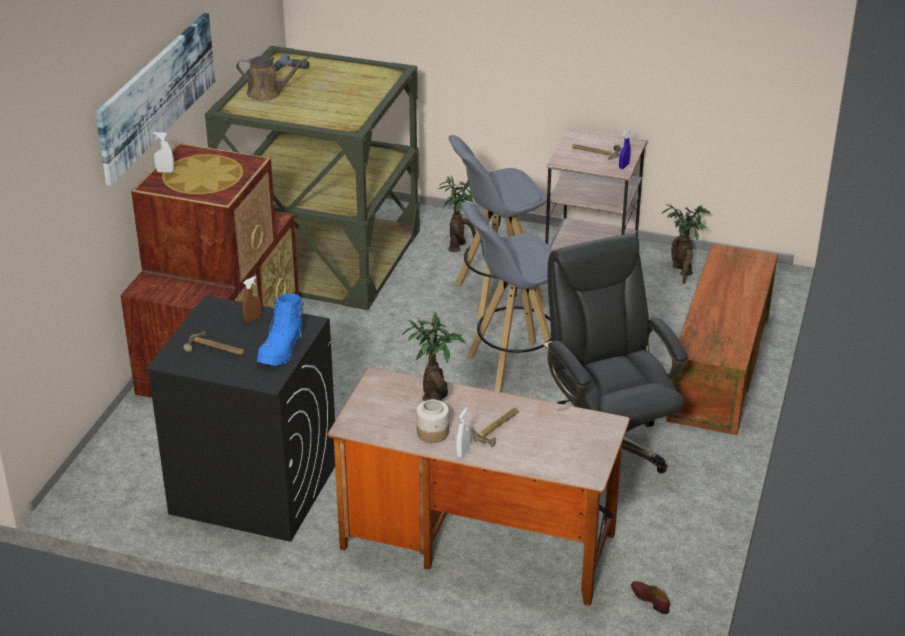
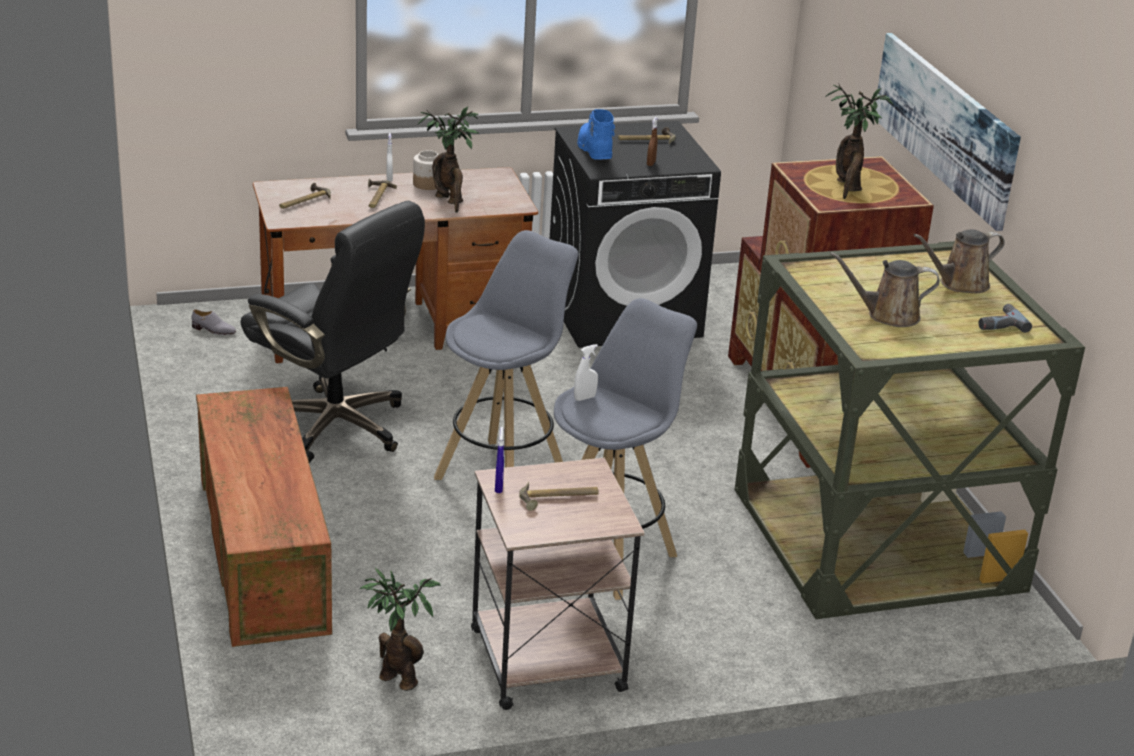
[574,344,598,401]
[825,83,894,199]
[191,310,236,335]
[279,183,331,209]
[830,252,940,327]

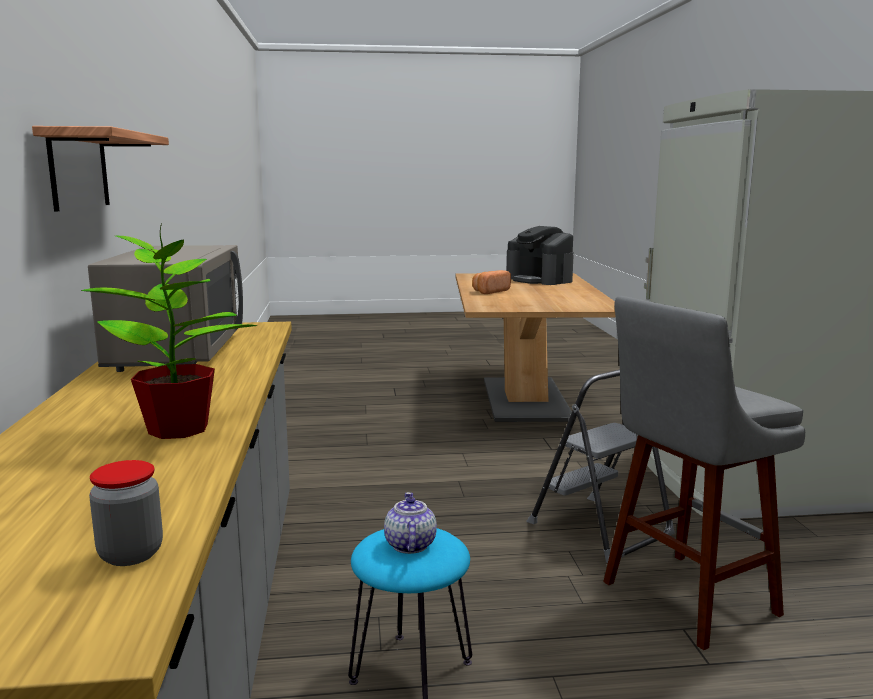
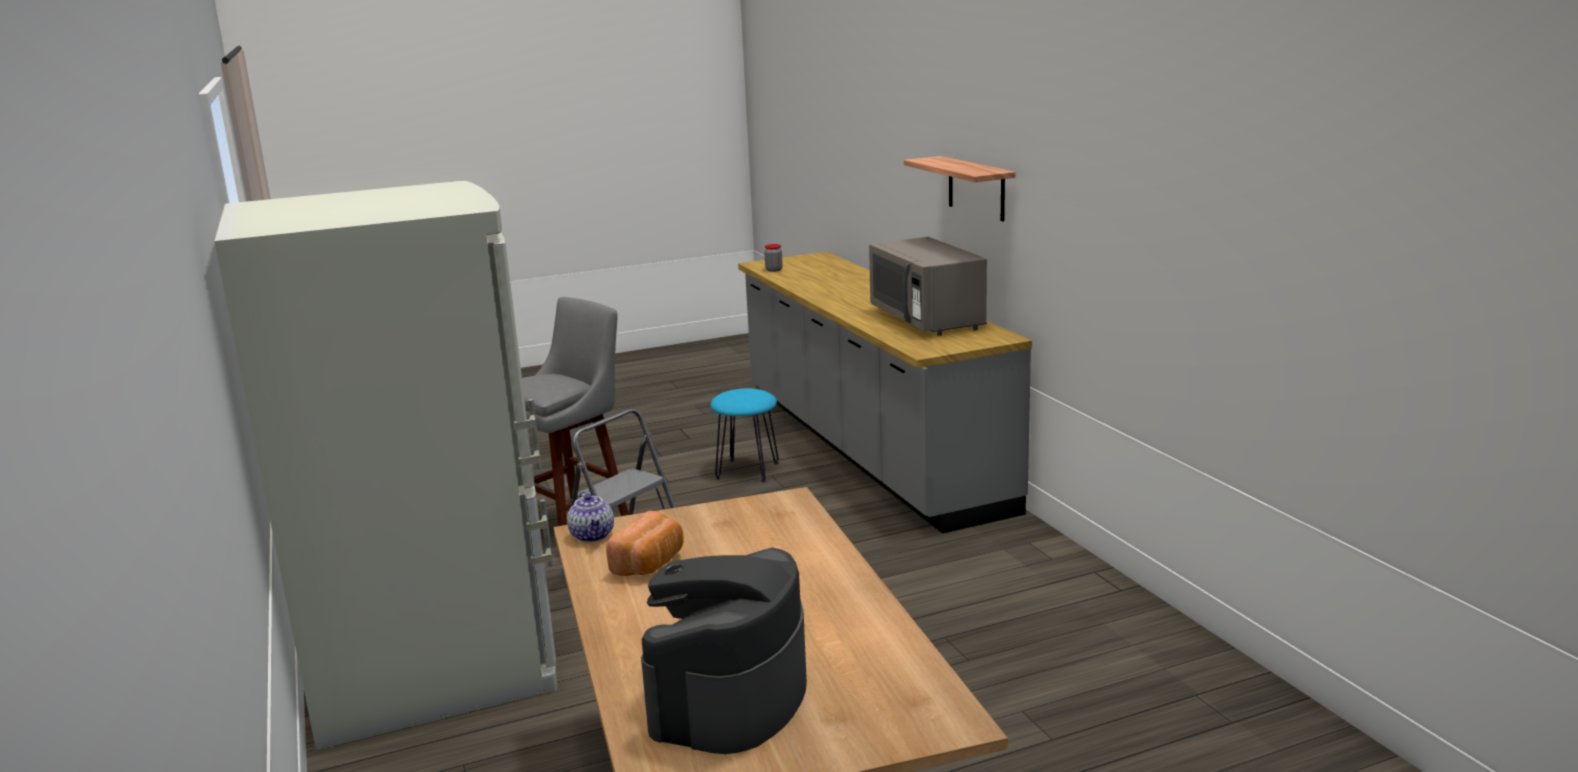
[81,224,257,439] (first image)
[567,491,614,542]
[606,511,684,576]
[641,548,807,754]

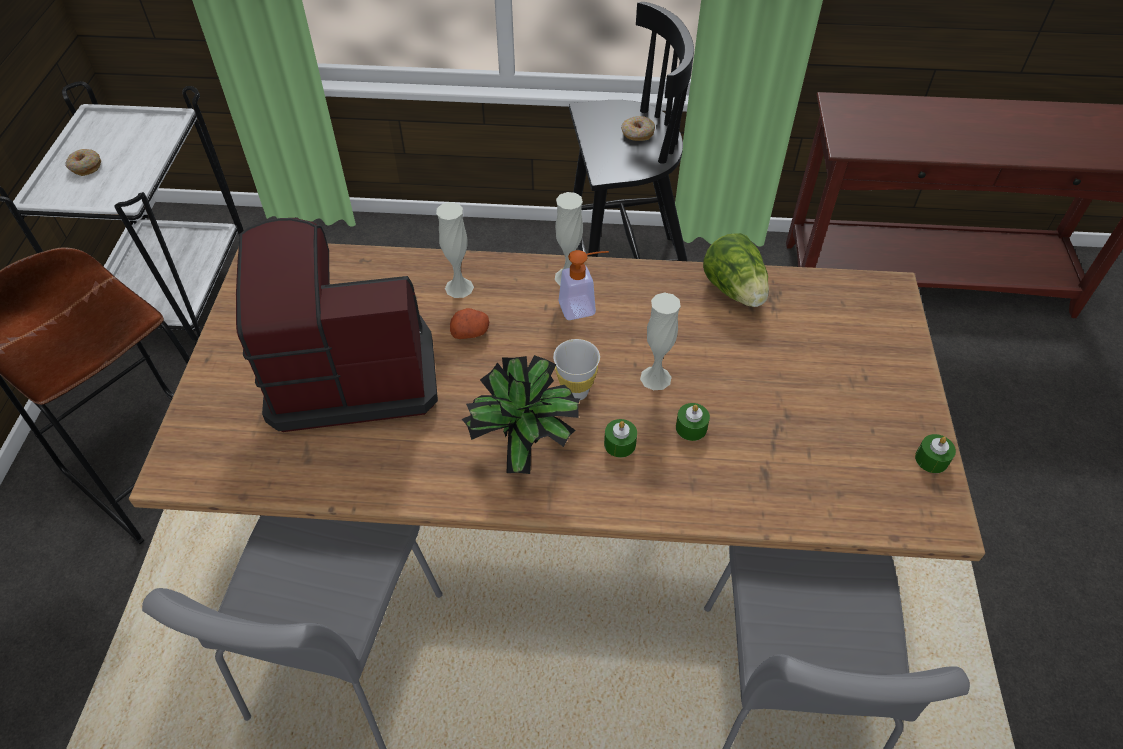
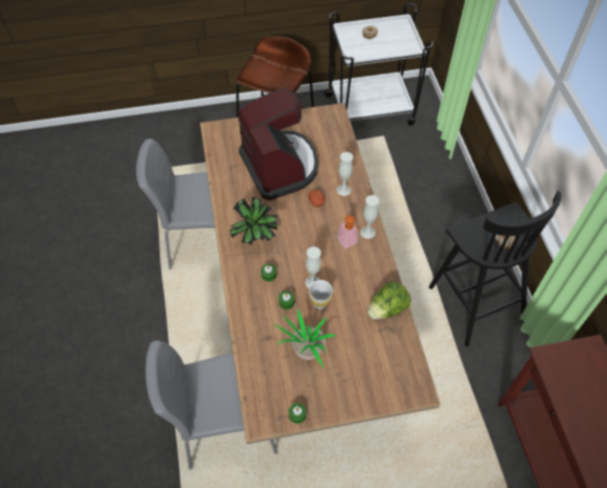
[309,280,333,309]
[274,309,337,368]

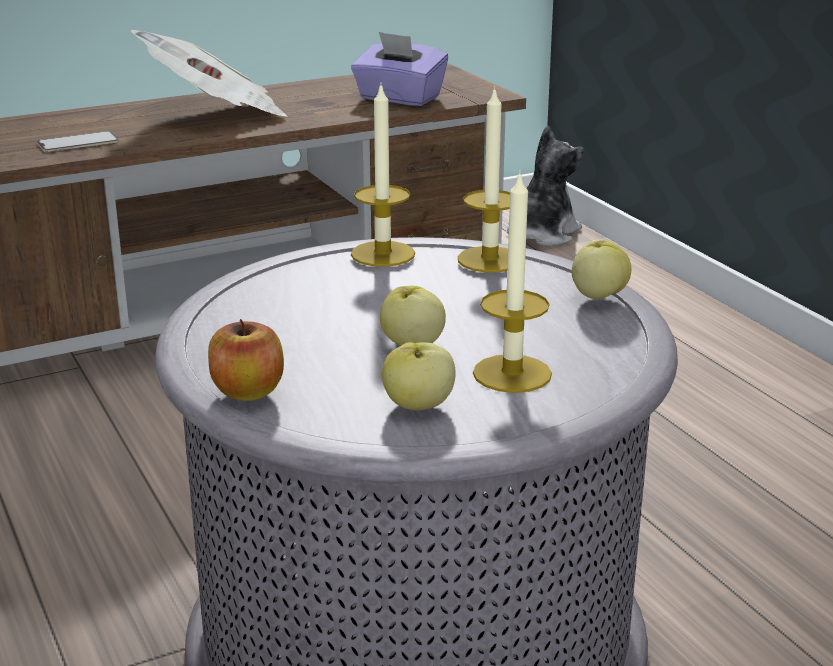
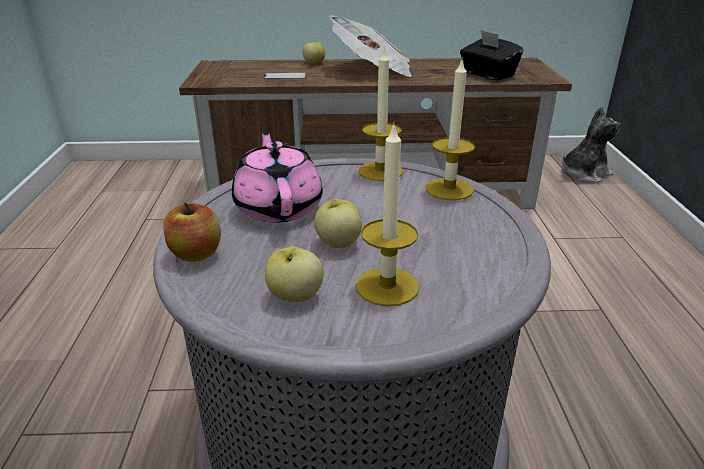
[460,30,523,80]
[303,42,325,64]
[232,131,323,223]

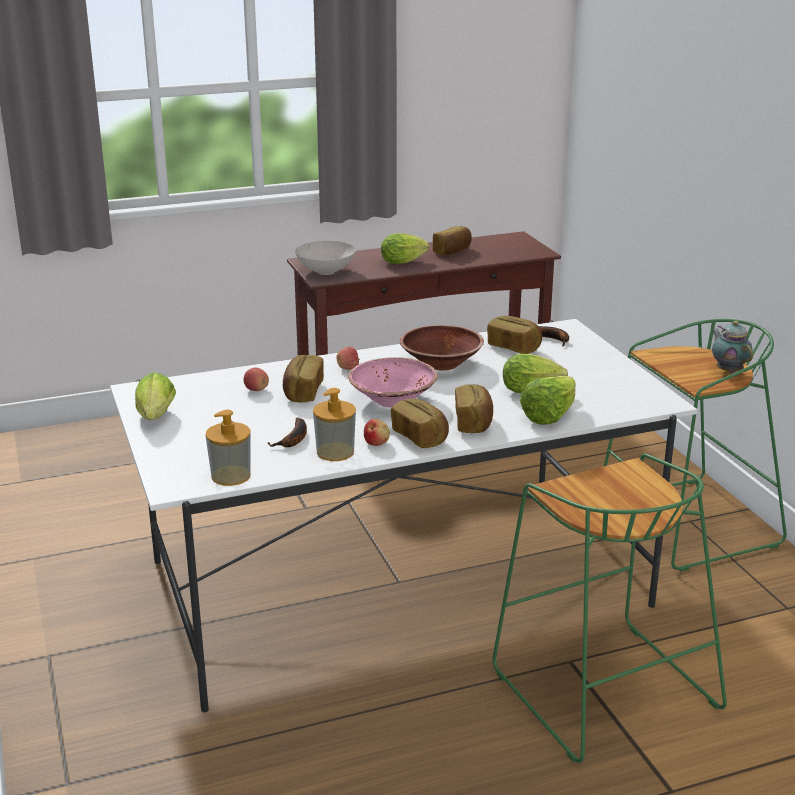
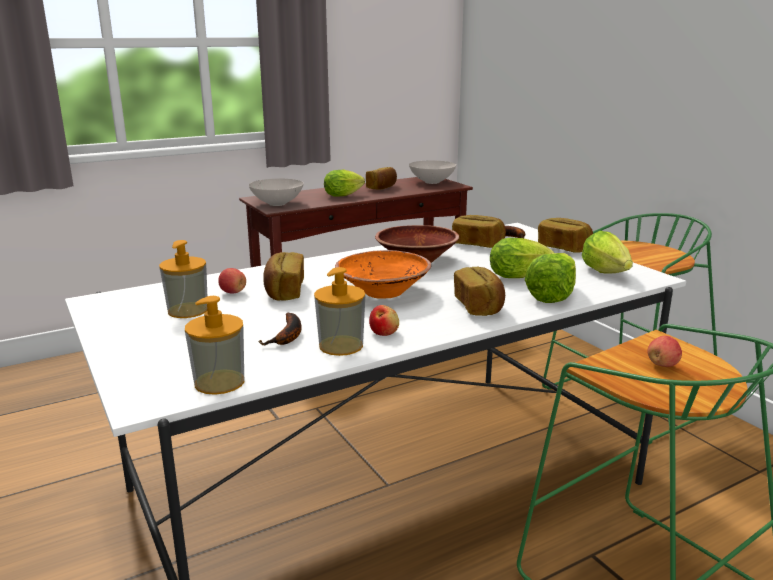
[582,231,633,274]
[647,336,682,367]
[335,250,431,299]
[538,218,593,253]
[712,321,753,374] (first image)
[159,240,207,318]
[409,160,456,184]

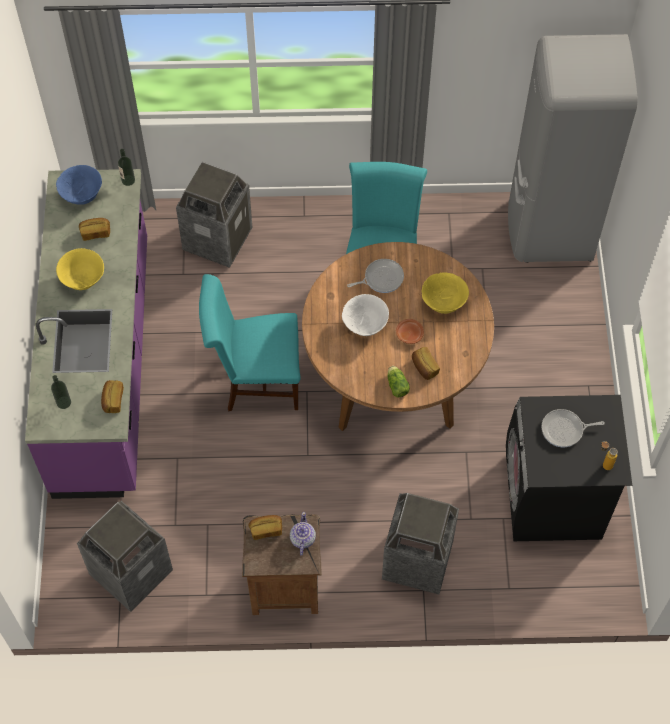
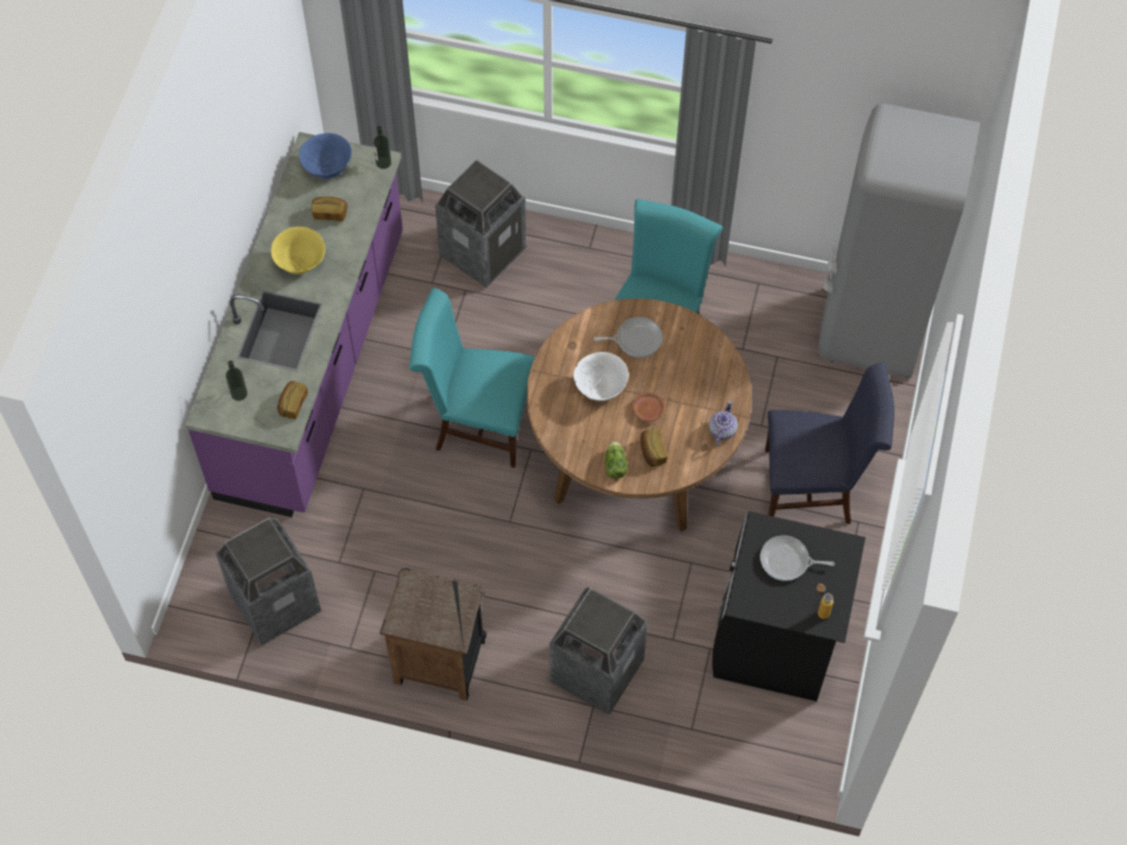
[248,515,282,540] (first image)
[709,401,738,445]
[422,272,469,314] (first image)
[765,362,894,524]

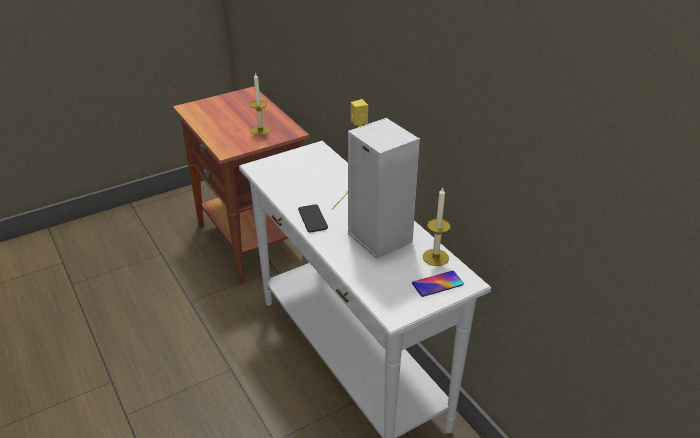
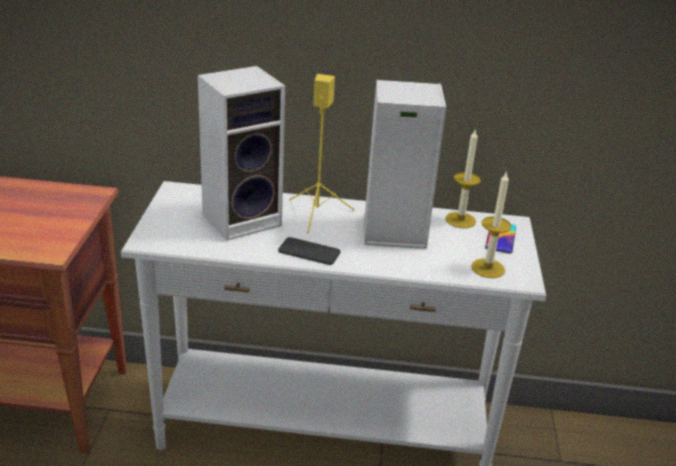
[471,171,512,278]
[198,66,285,241]

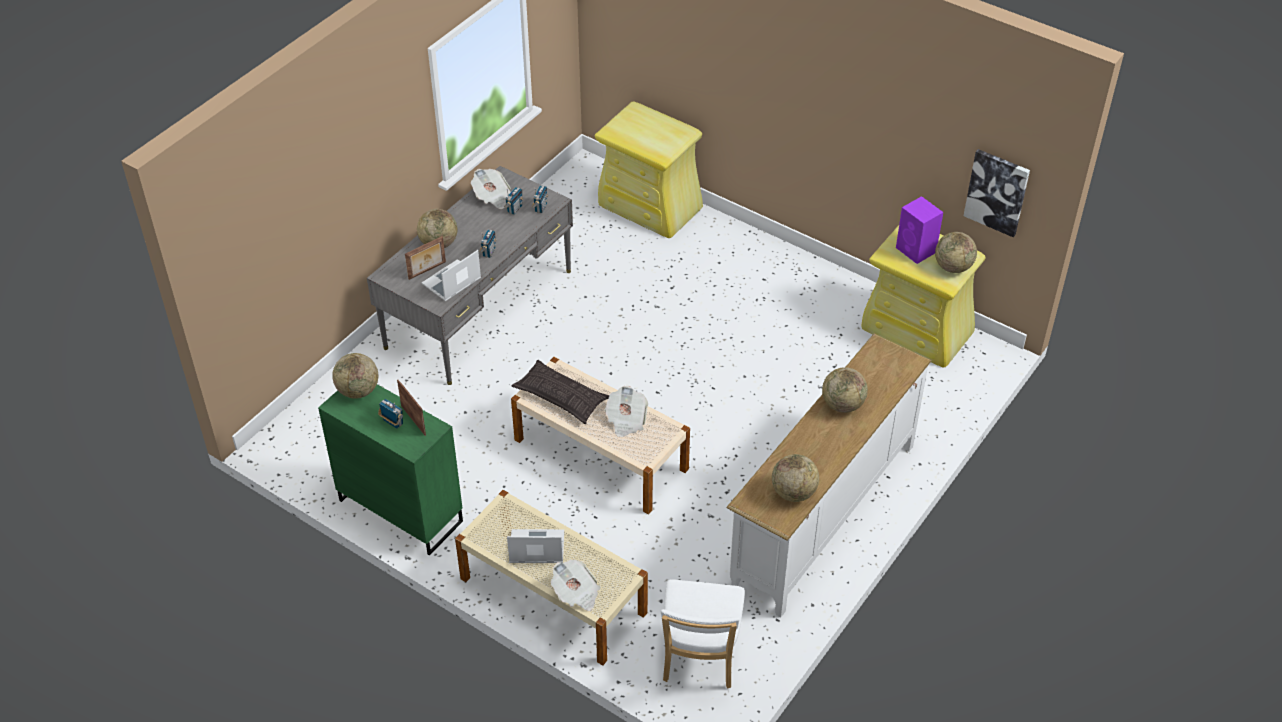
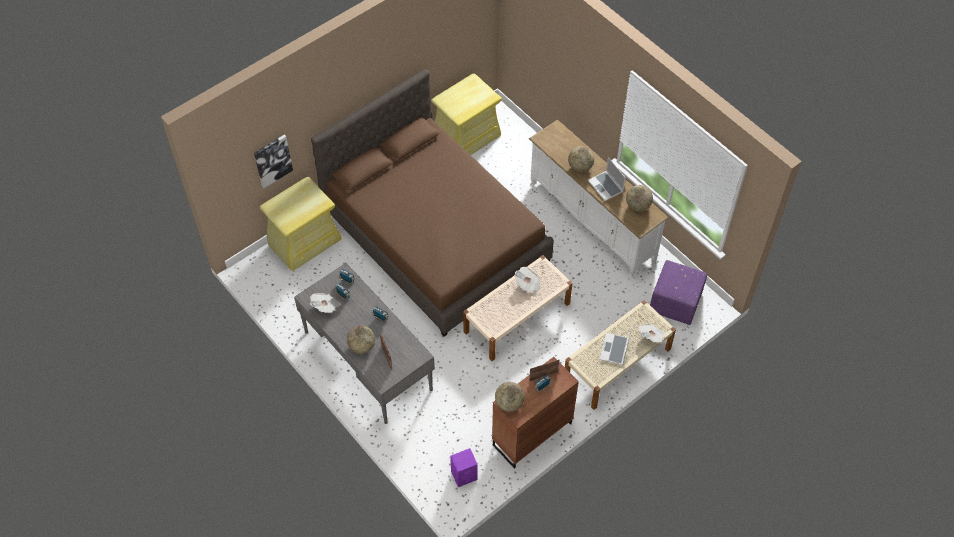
[492,357,579,469]
[588,157,626,201]
[512,360,609,424] (first image)
[650,260,707,325]
[450,448,478,487]
[935,232,977,273] (first image)
[254,135,293,188]
[311,69,554,337]

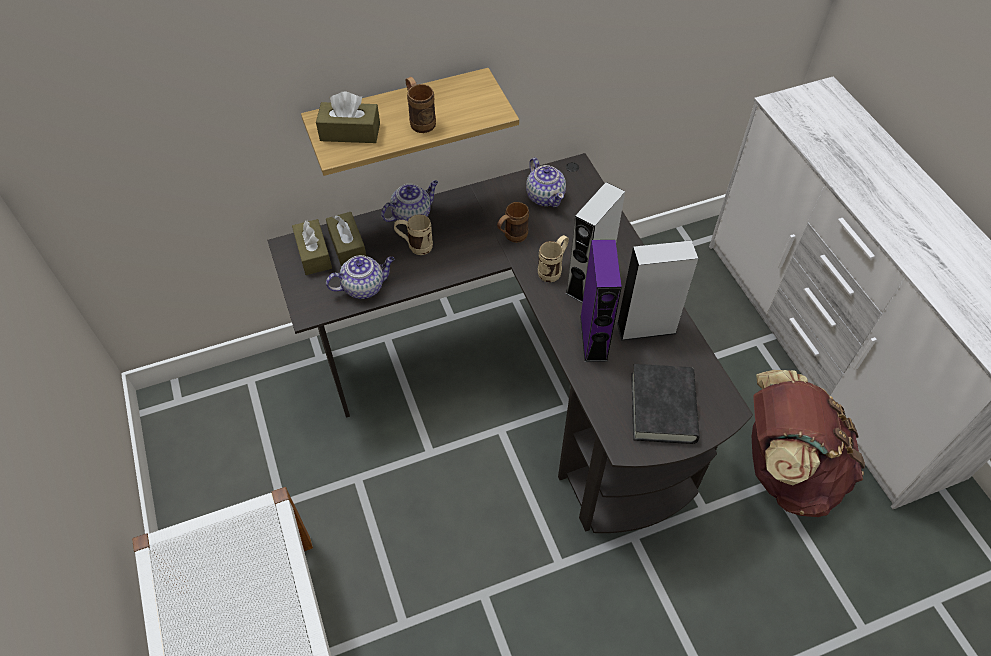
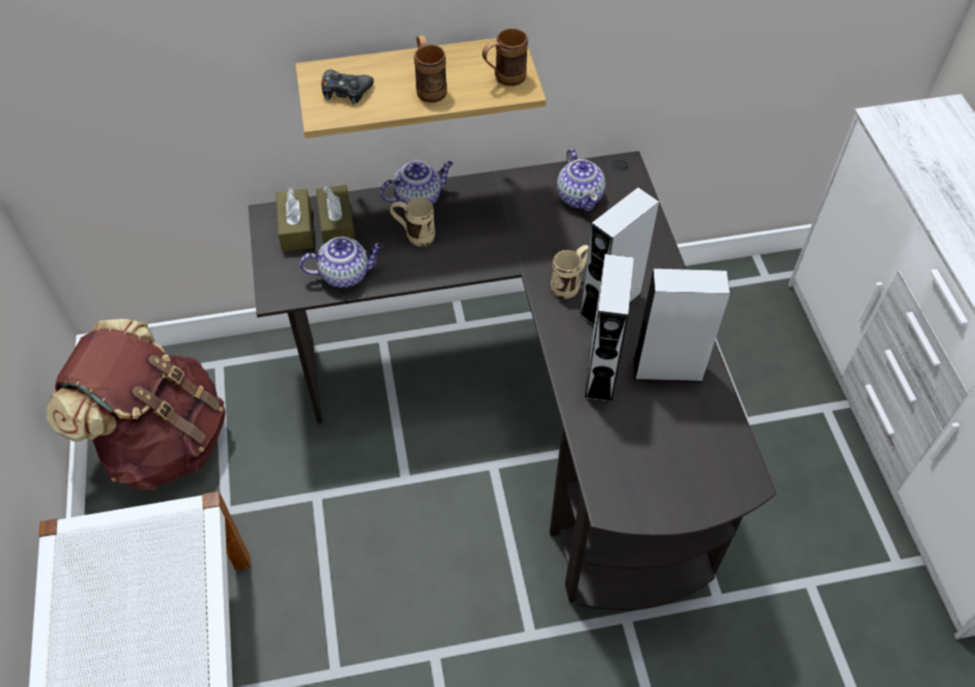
[321,70,374,105]
[482,28,528,86]
[584,254,634,403]
[631,364,700,444] (first image)
[47,319,225,490]

